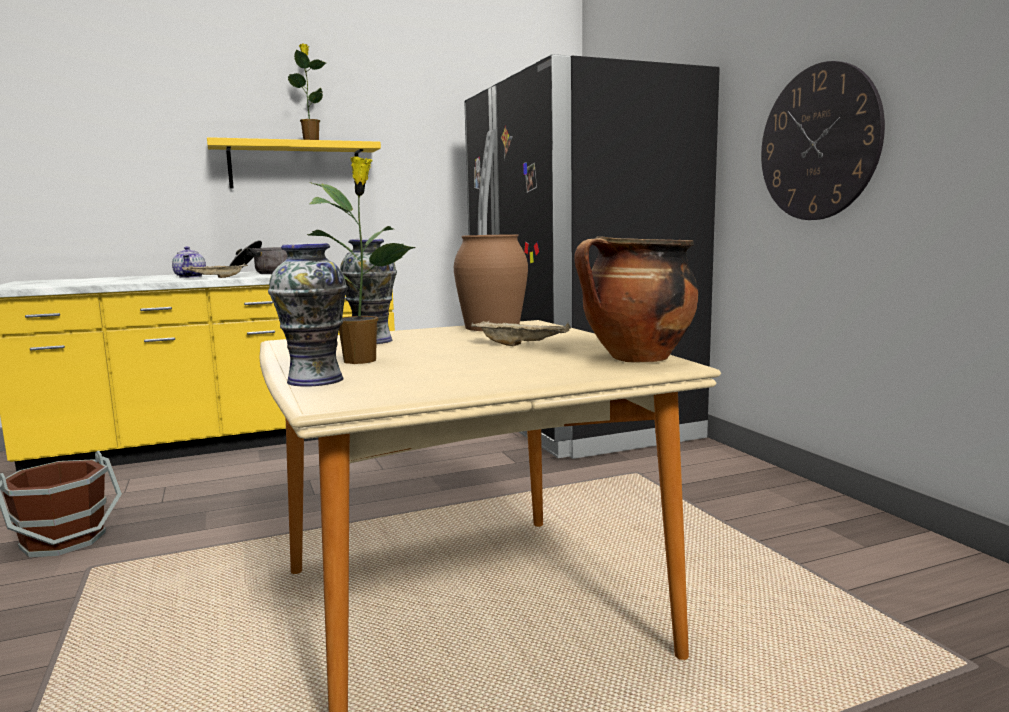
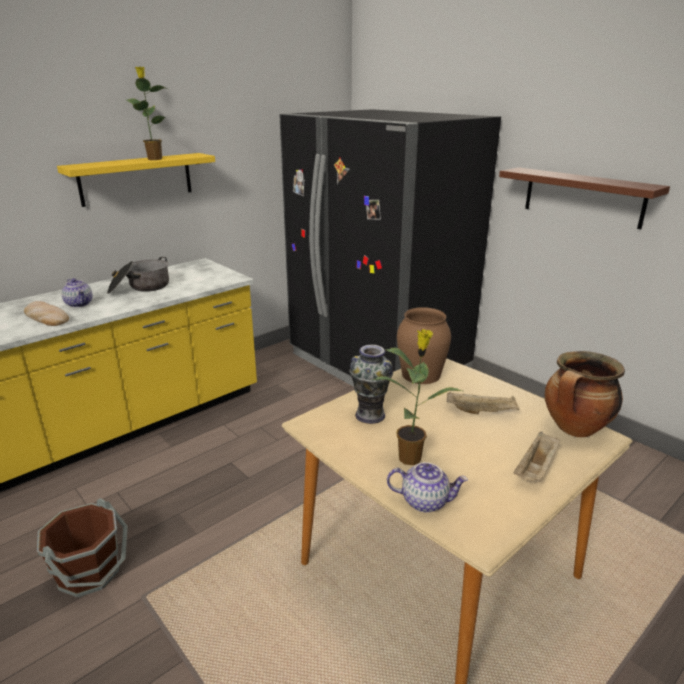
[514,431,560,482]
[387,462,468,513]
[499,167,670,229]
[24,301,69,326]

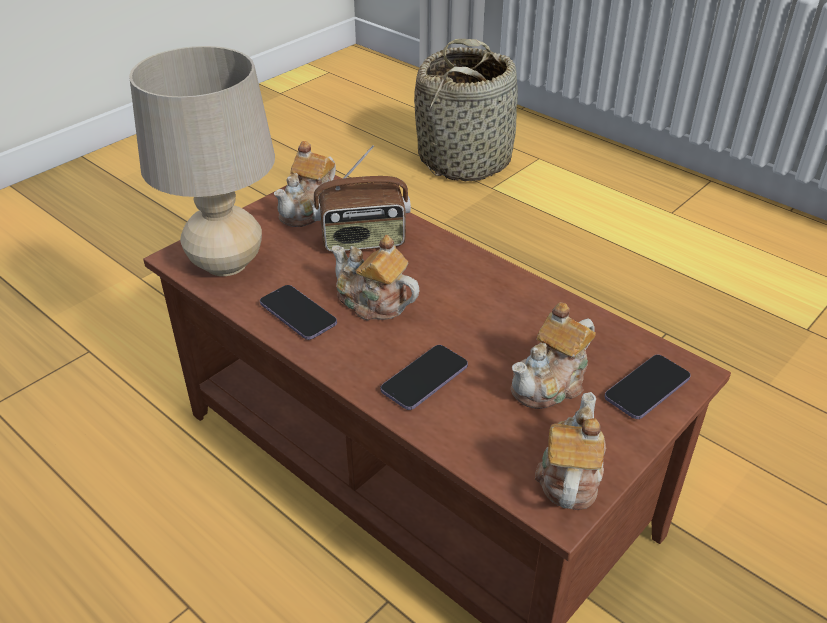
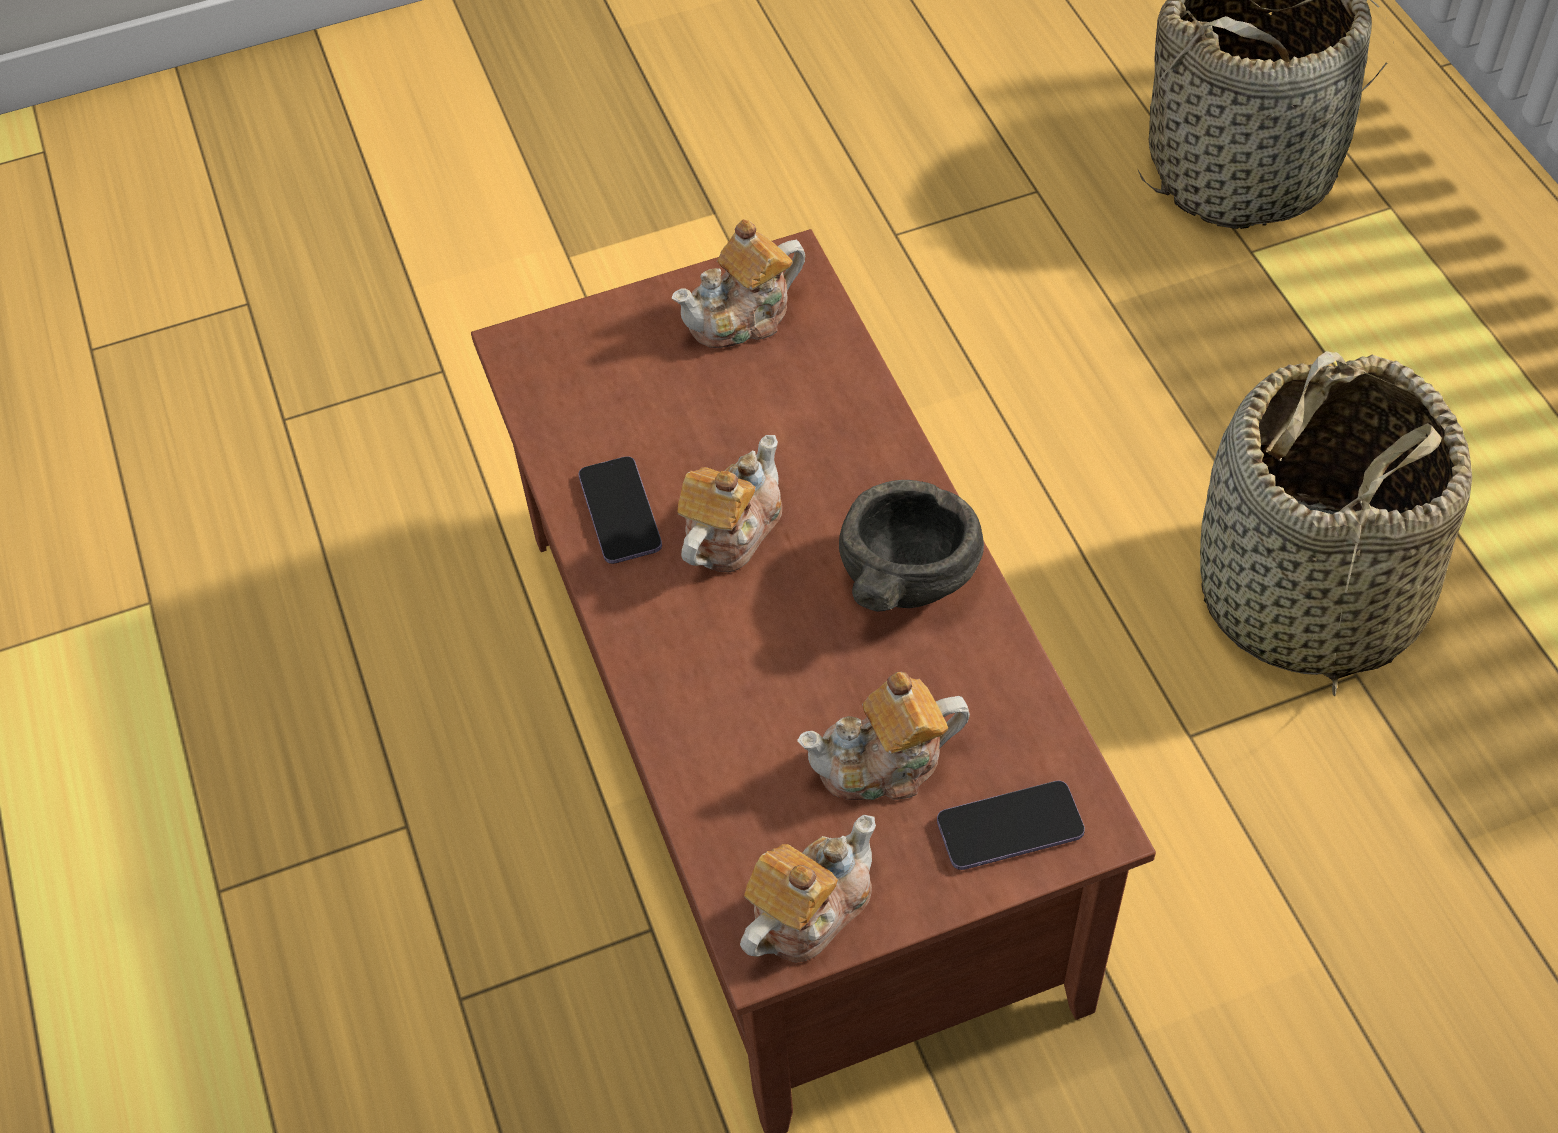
[129,46,275,276] (first image)
[312,145,411,252] (first image)
[678,435,782,573]
[381,345,468,410] (first image)
[839,480,984,612]
[1200,351,1472,696]

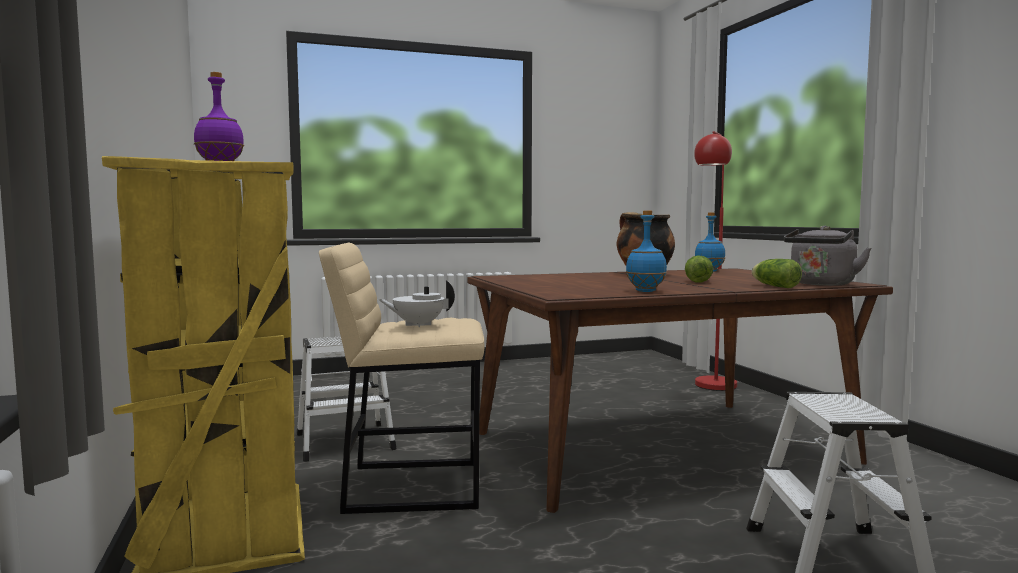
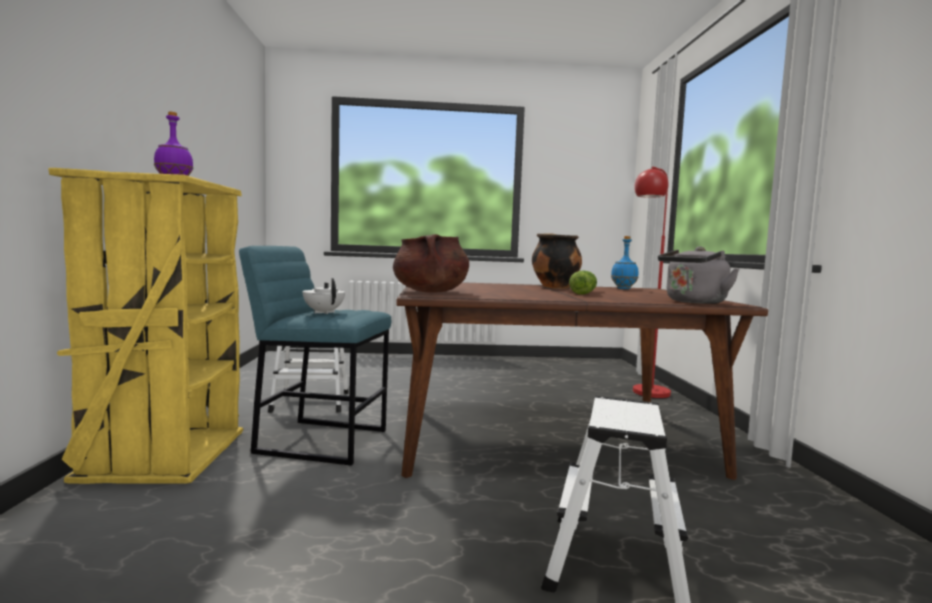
[239,246,391,466]
[303,278,345,314]
[626,210,667,292] (first image)
[752,259,802,288] (first image)
[393,234,469,293]

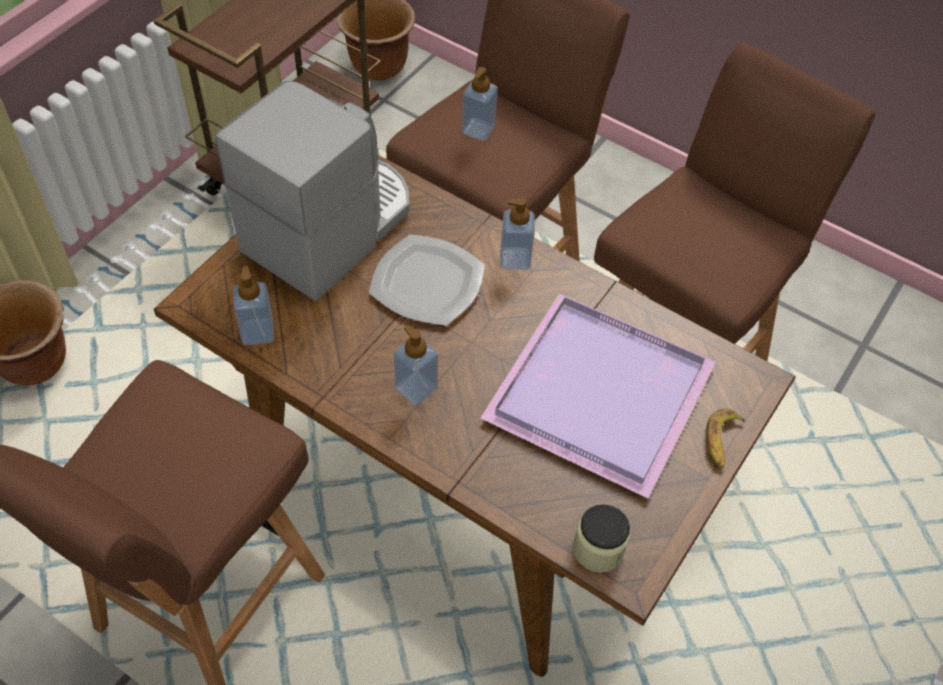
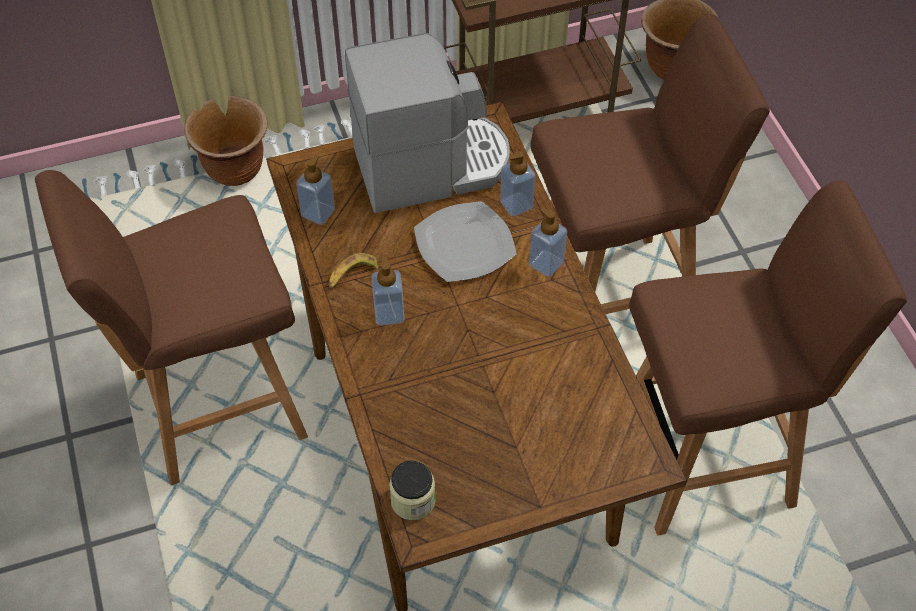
[500,151,536,216]
[480,294,716,499] (first image)
[329,253,380,289]

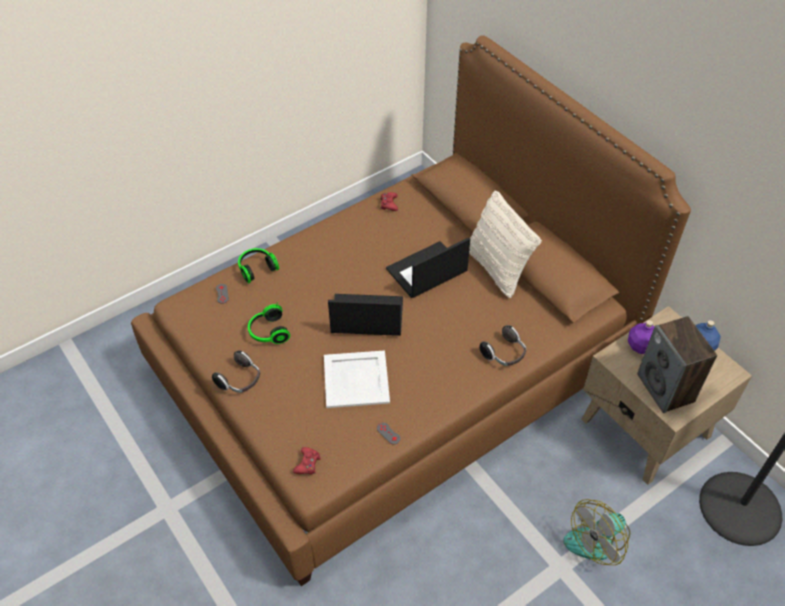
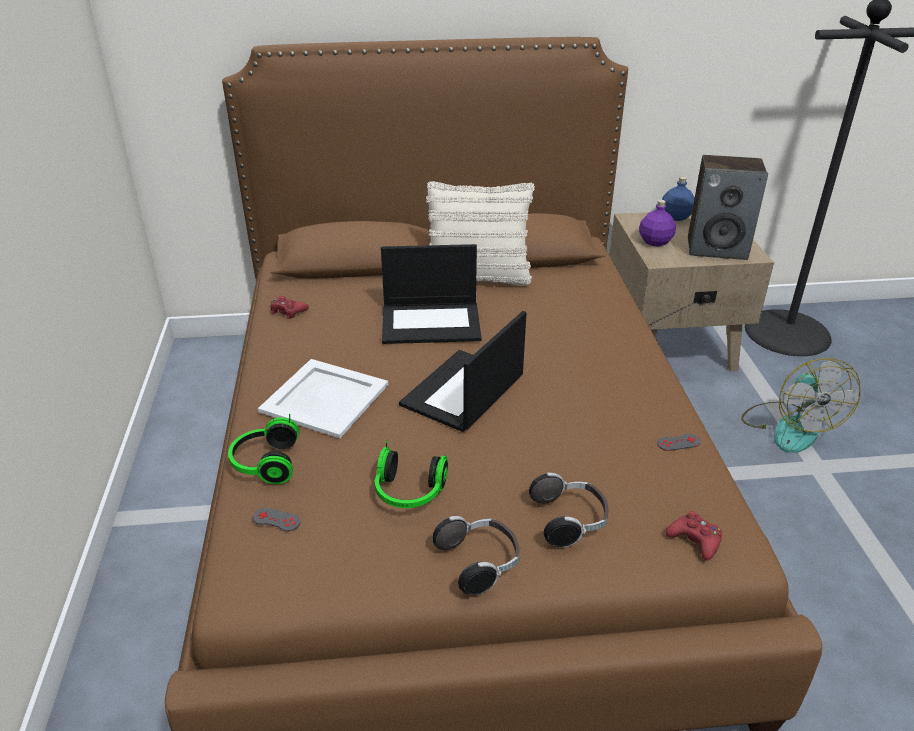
[258,359,388,438]
[381,244,481,344]
[529,472,608,548]

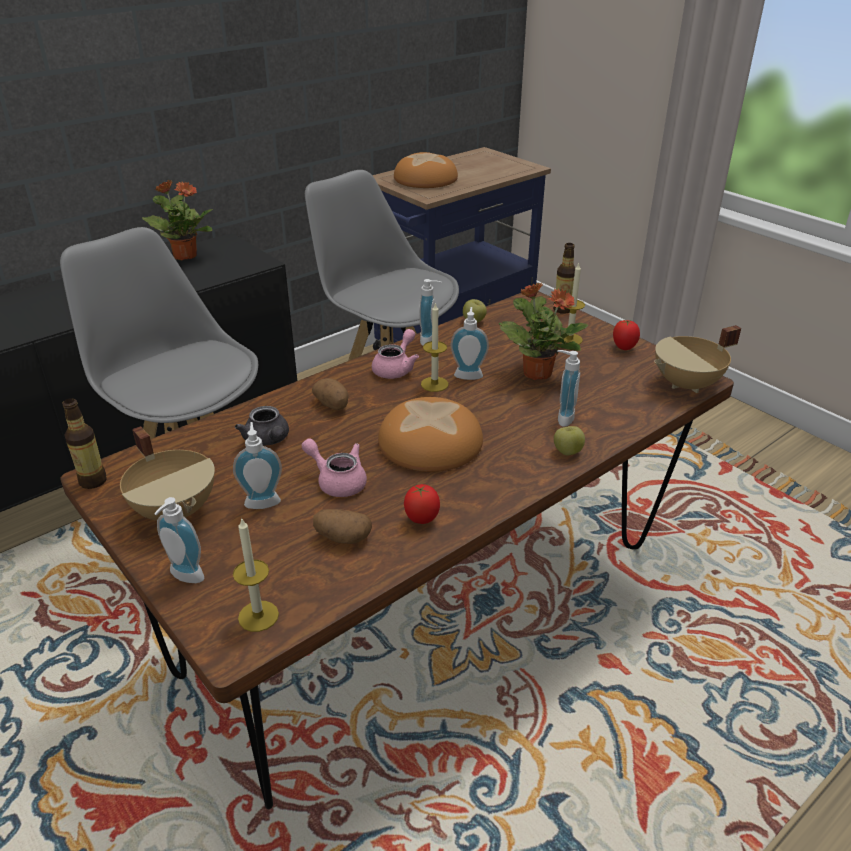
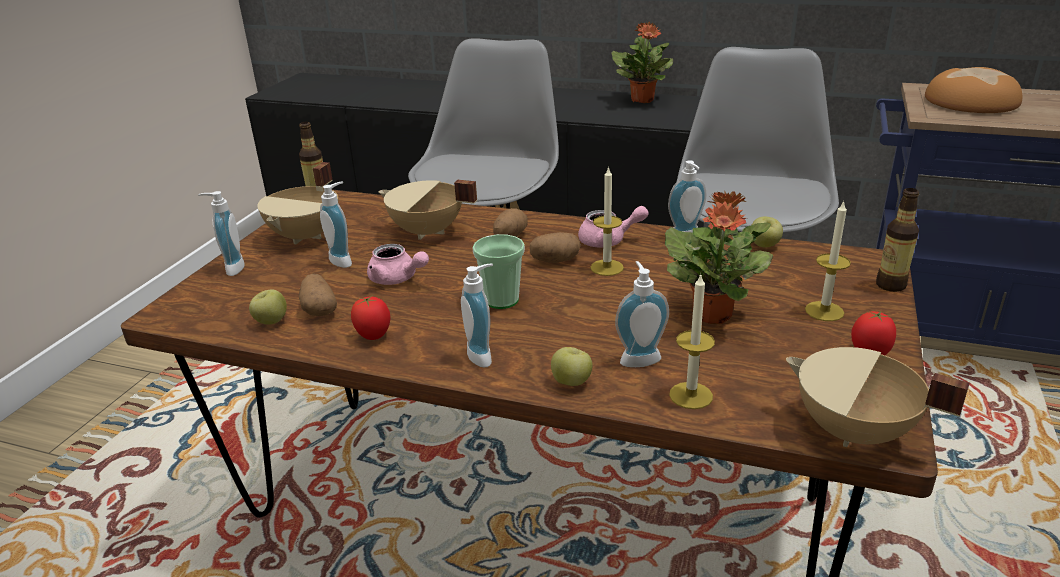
[669,274,715,409]
[379,180,477,240]
[367,244,429,285]
[472,234,525,309]
[461,263,493,367]
[249,289,287,325]
[530,232,581,263]

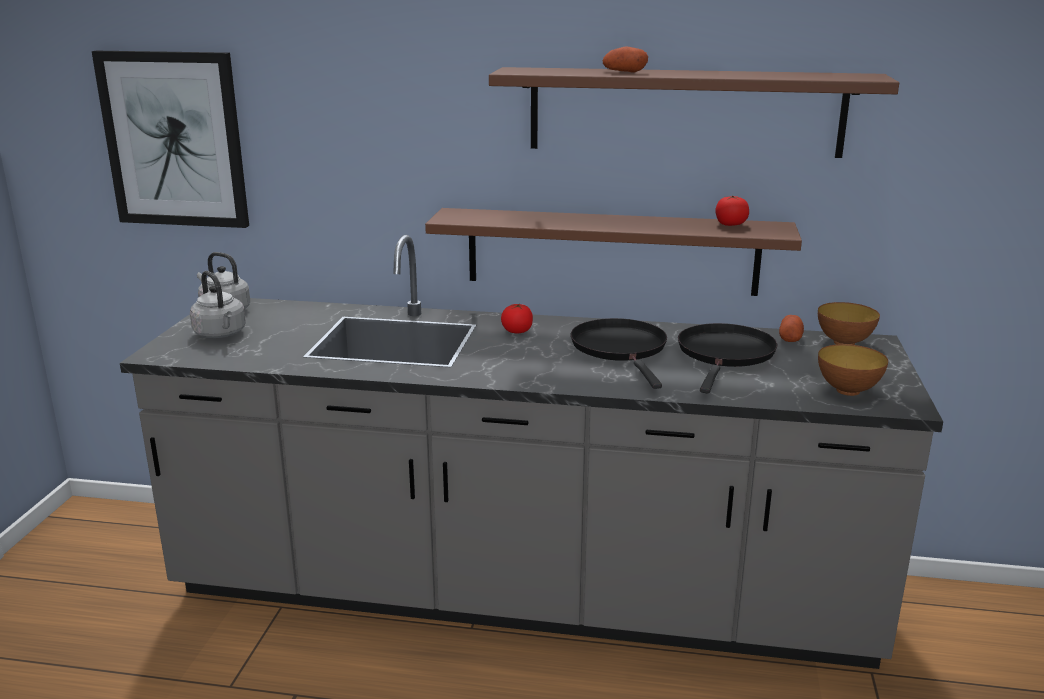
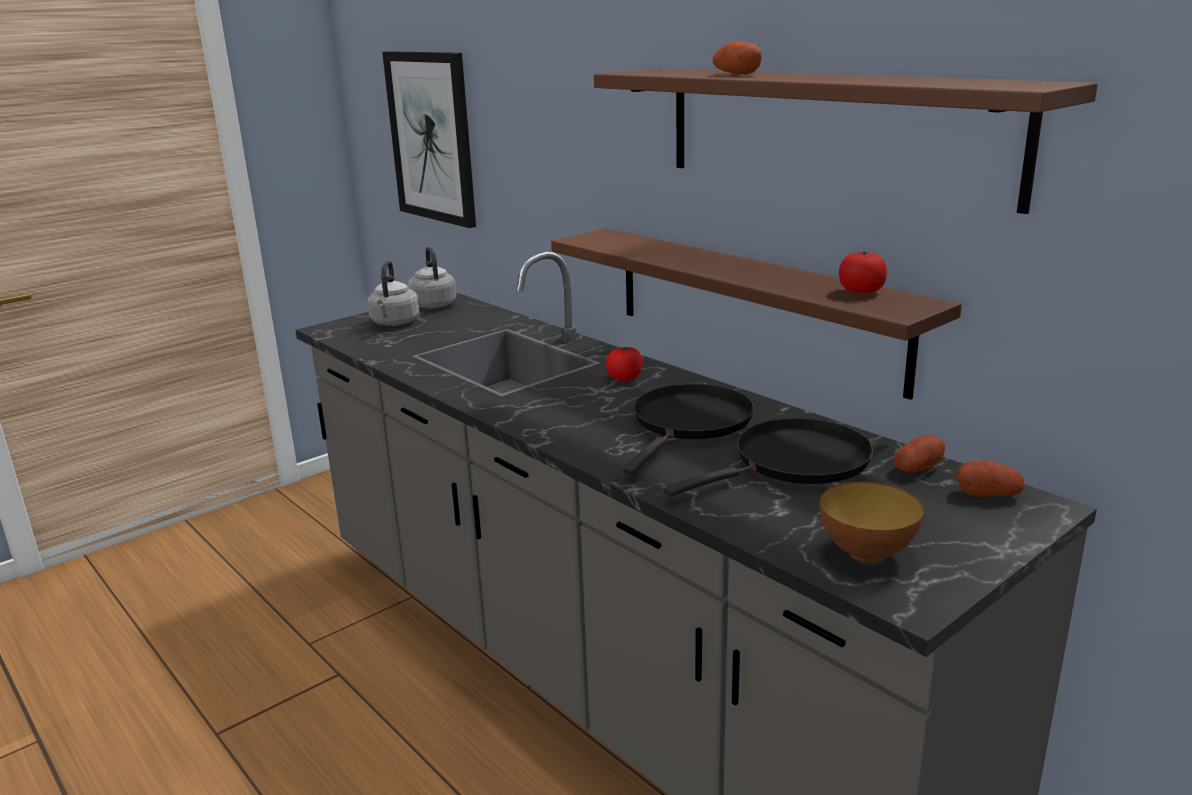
[956,460,1025,497]

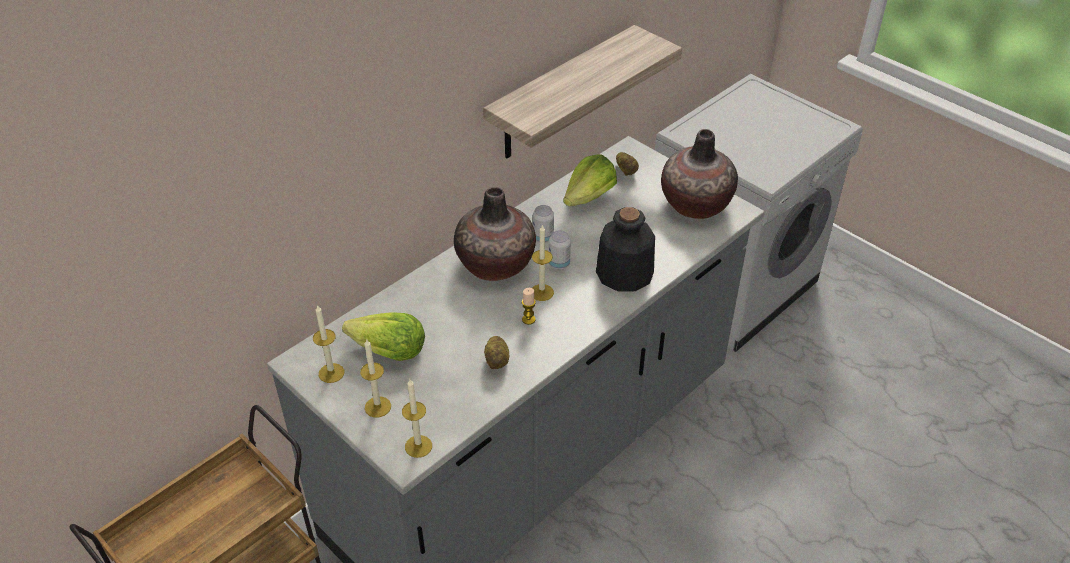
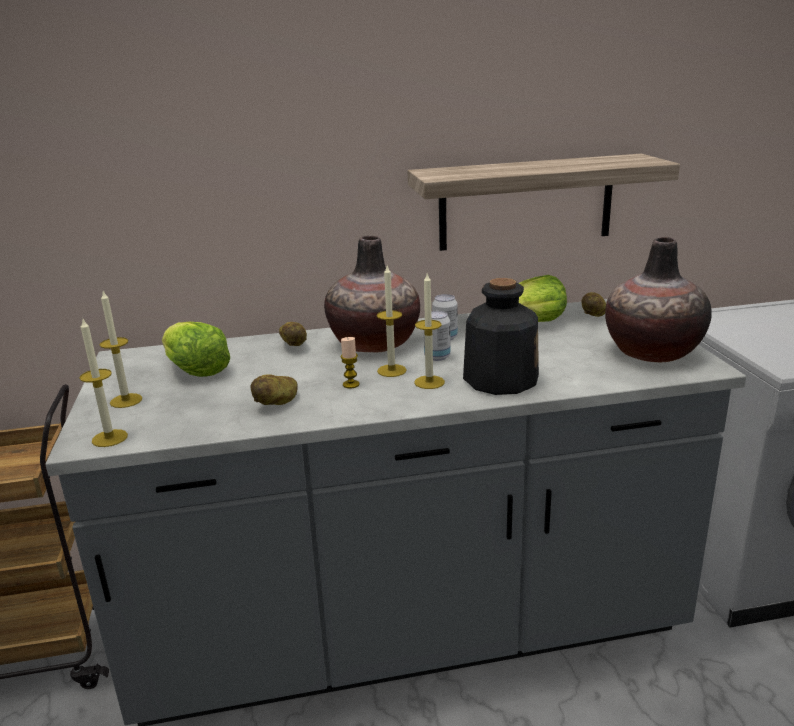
[414,274,445,389]
[279,322,307,346]

